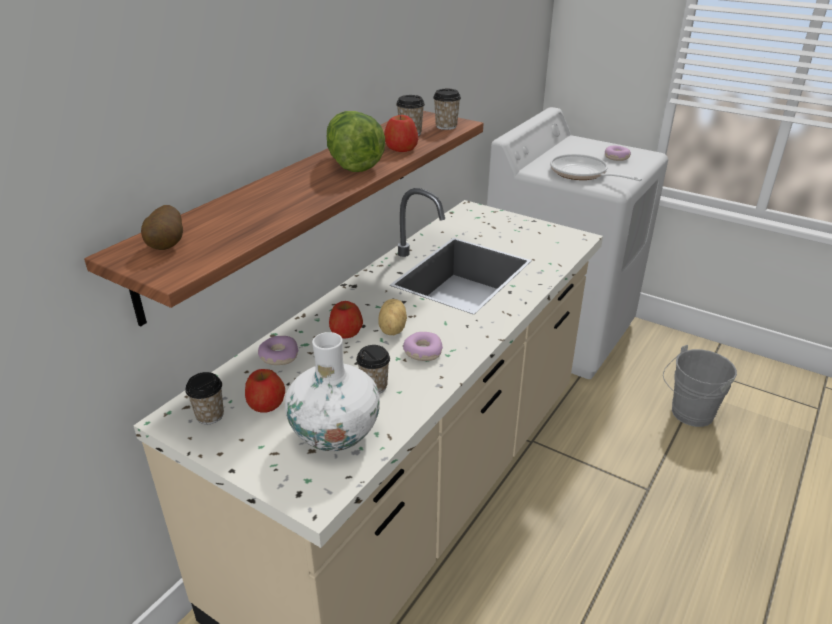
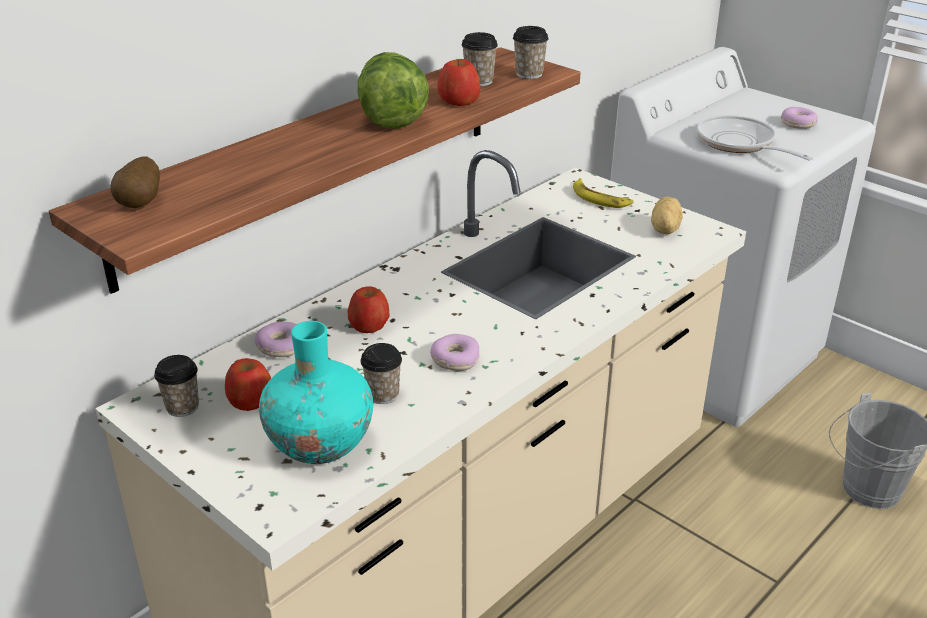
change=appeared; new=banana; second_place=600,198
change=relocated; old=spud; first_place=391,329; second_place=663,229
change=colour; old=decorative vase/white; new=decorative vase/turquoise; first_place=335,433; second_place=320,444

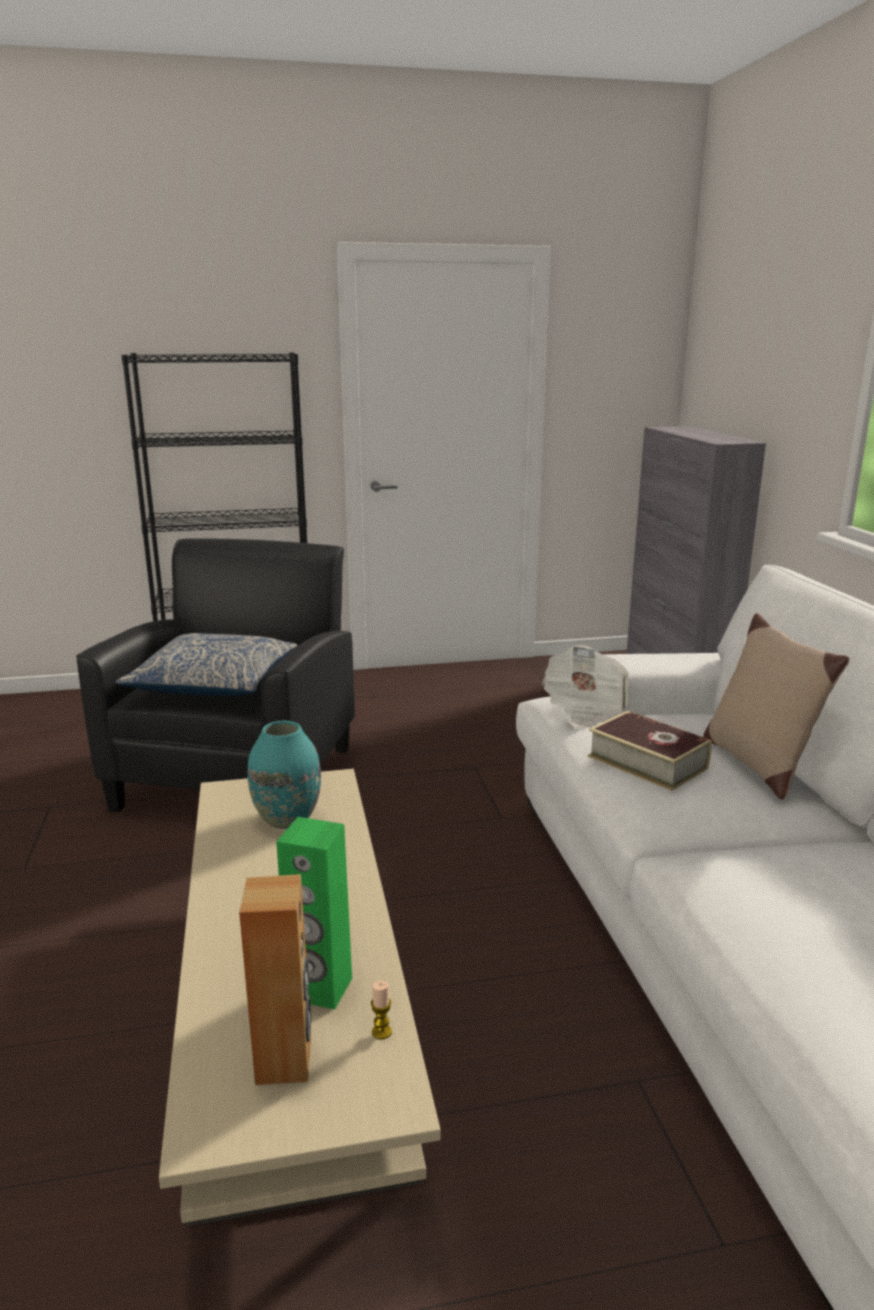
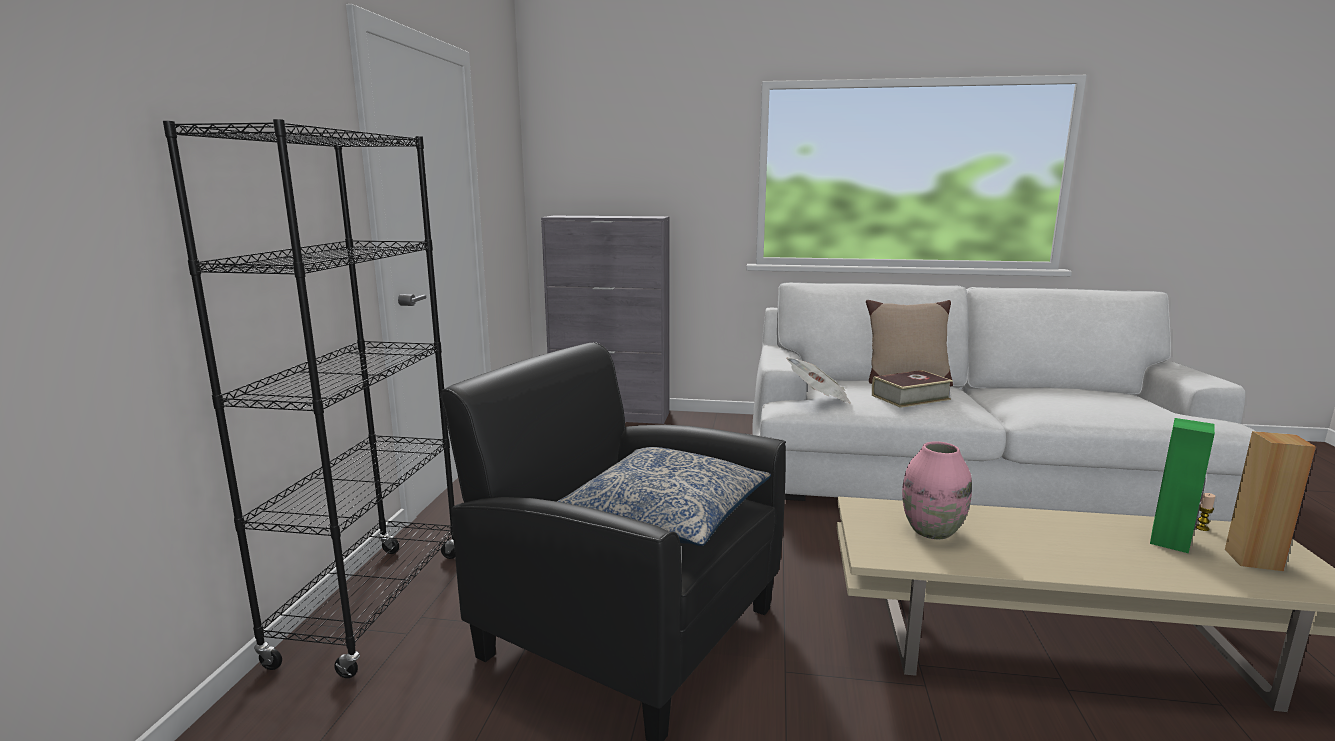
change=colour; old=decorative vase/turquoise; new=decorative vase/pinkish; first_place=286,818; second_place=932,531

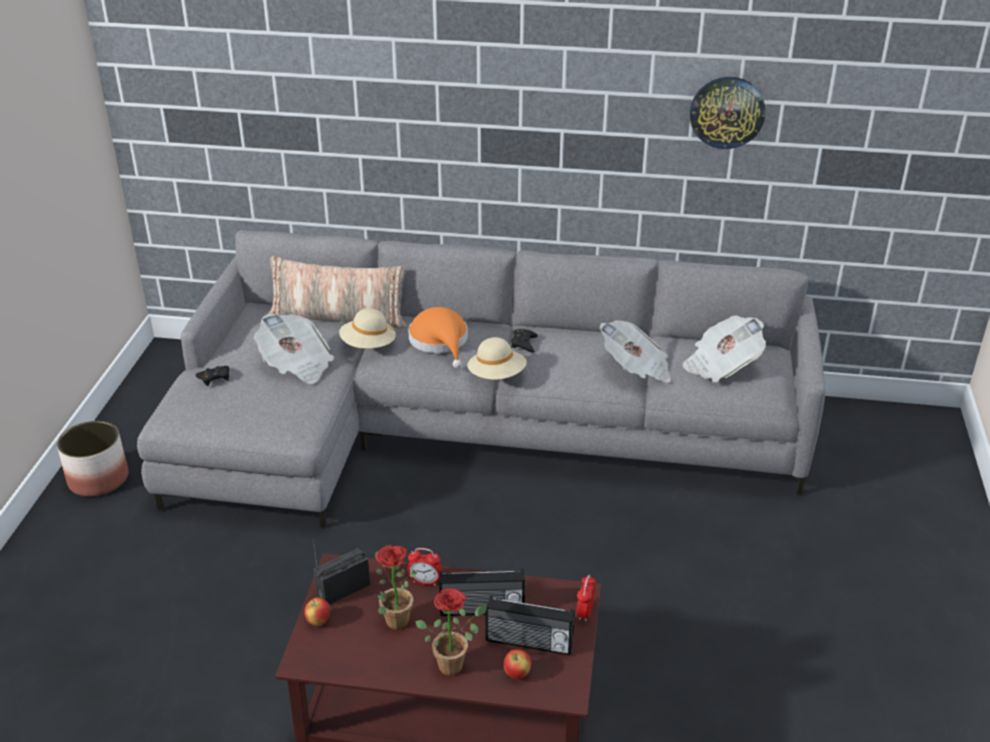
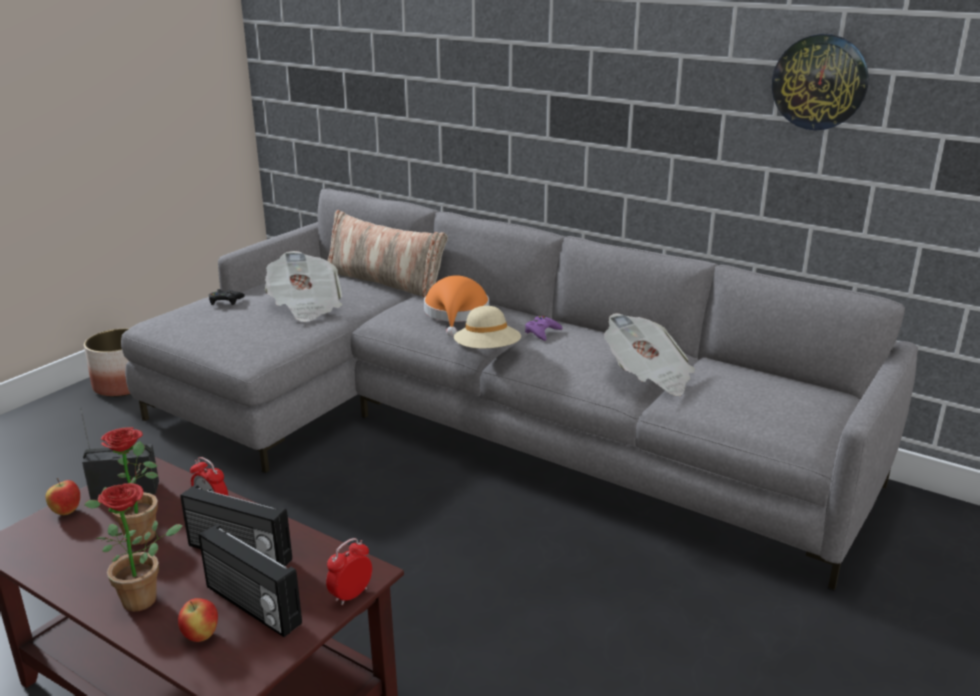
change=missing; old=hat/beige-coloured; first_place=368,345
change=missing; old=daily paper; first_place=721,365
change=colour; old=gamepad/black; new=gamepad/purplish; first_place=524,343; second_place=542,332

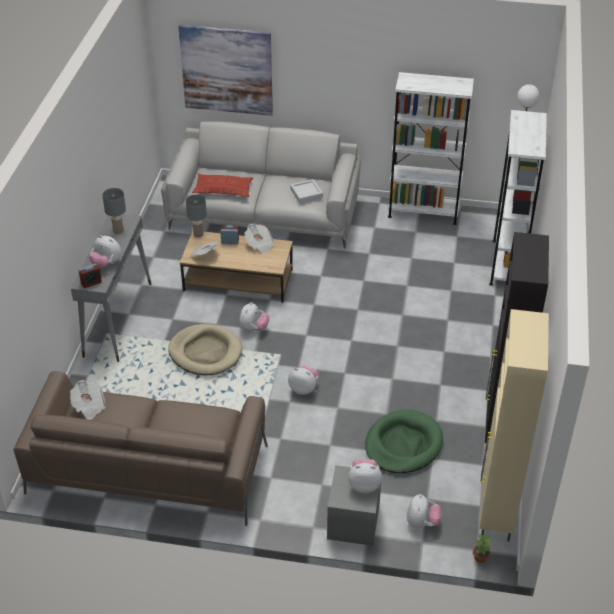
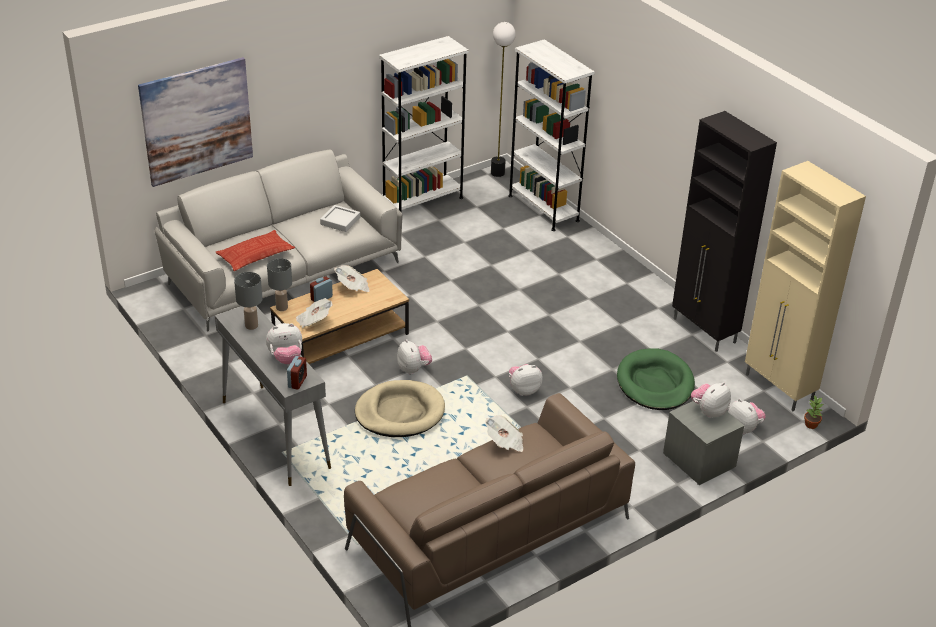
change=relocated; old=daily paper; first_place=89,406; second_place=505,442

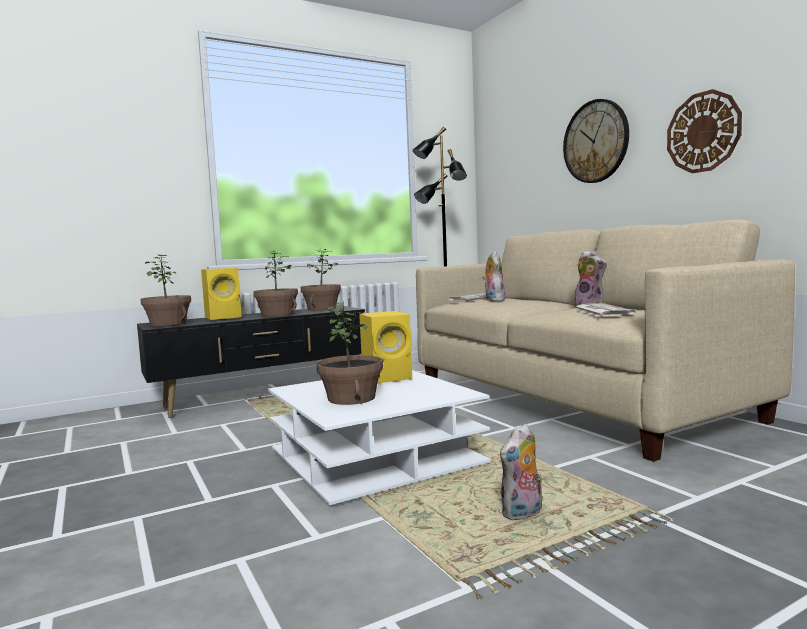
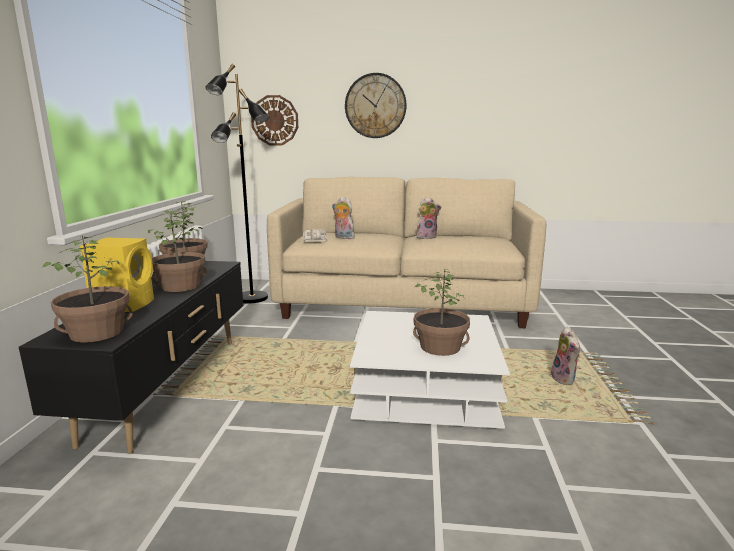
change=missing; old=audio speaker/yellowish; first_place=388,377
change=missing; old=daily paper; first_place=601,311
change=relocated; old=clock on the wall; first_place=703,132; second_place=274,120

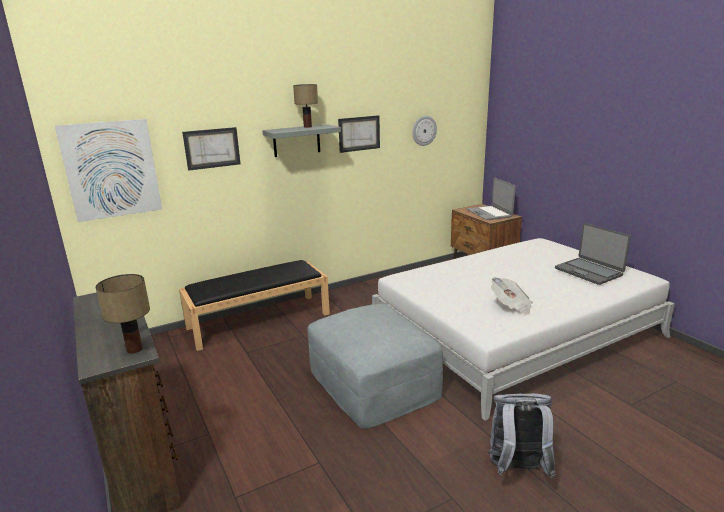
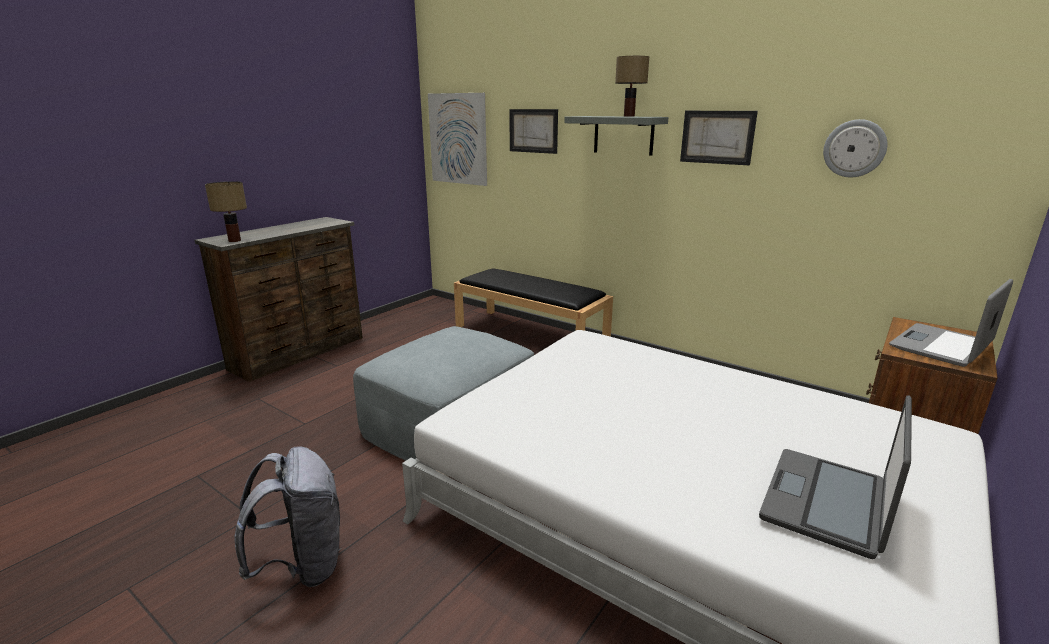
change=missing; old=daily paper; first_place=511,306

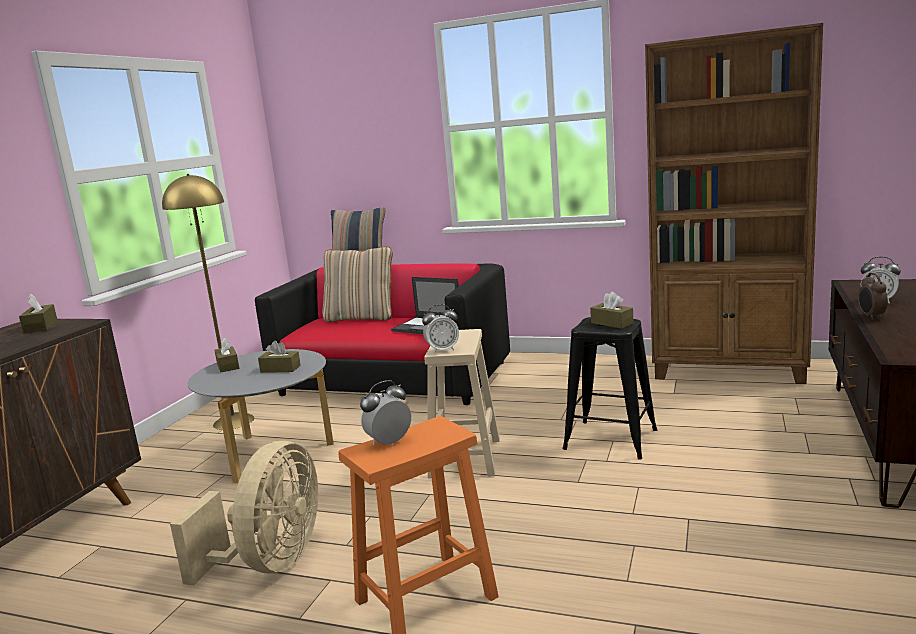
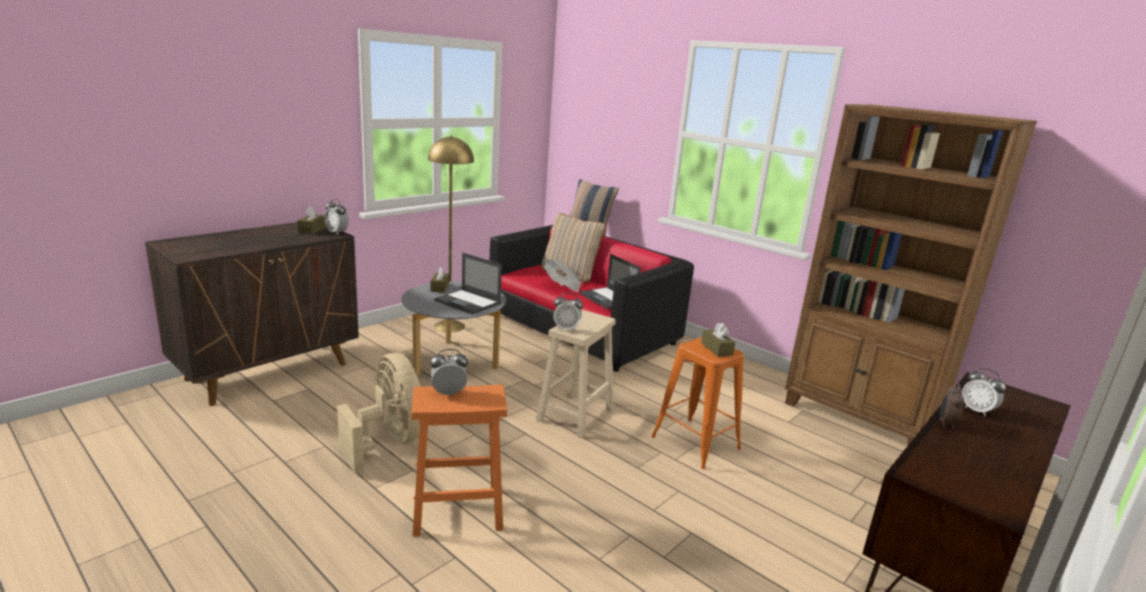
change=appeared; new=bedside clock; second_place=337,232
change=appeared; new=daily paper; second_place=562,286
change=exchanged; old=tissue holder/brown-coloured; new=notebook computer; first_place=280,369; second_place=468,302
change=colour; old=sitting stool/black; new=sitting stool/orange-coloured; first_place=610,439; second_place=695,442
change=spun; old=electric fan/beige-coloured; first_place=271,563; second_place=389,442; degrees=-75

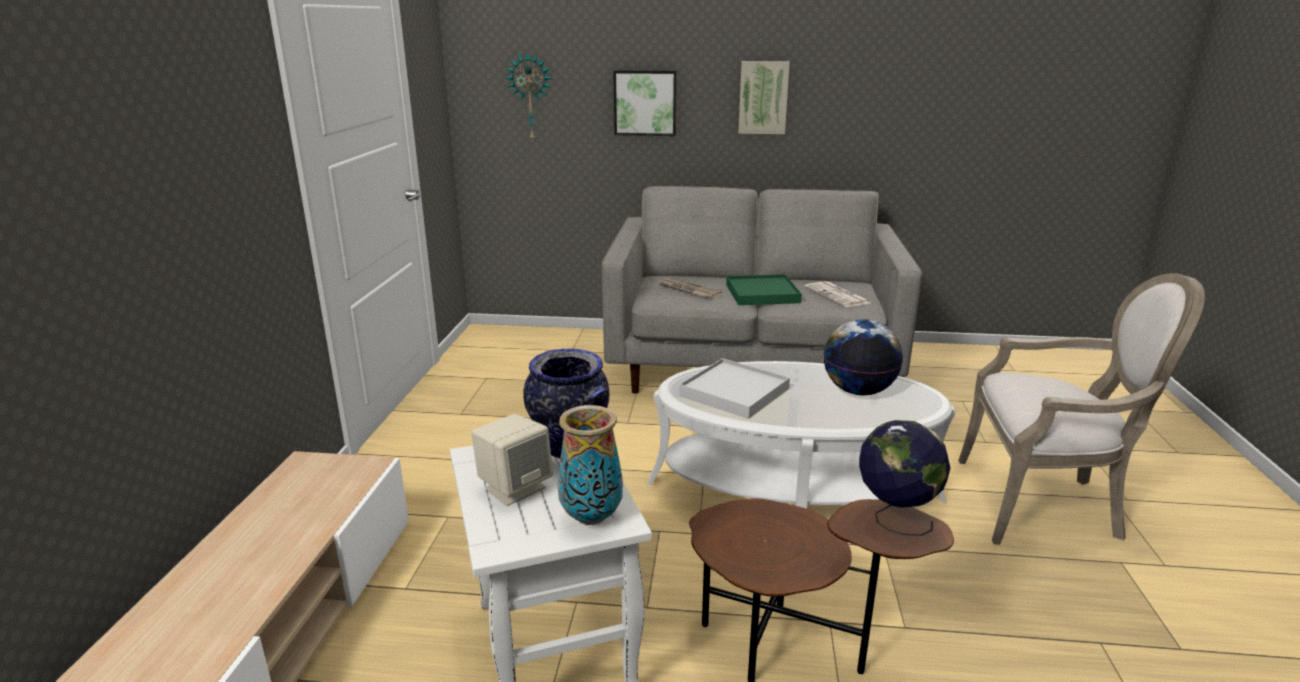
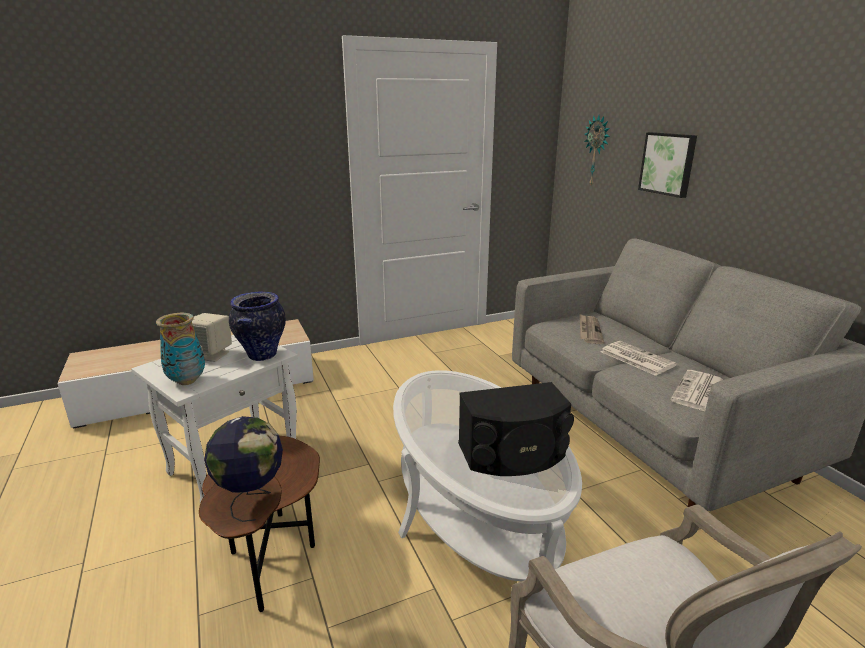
change=missing; old=serving tray/white; first_place=734,392
change=missing; old=wall art; first_place=763,97
change=exchanged; old=serving tray/green-coloured; new=daily paper; first_place=762,294; second_place=635,358
change=exchanged; old=globe; new=audio speaker/black; first_place=858,391; second_place=513,454

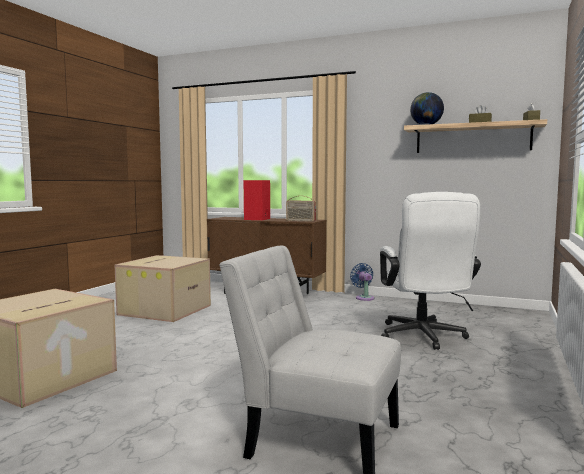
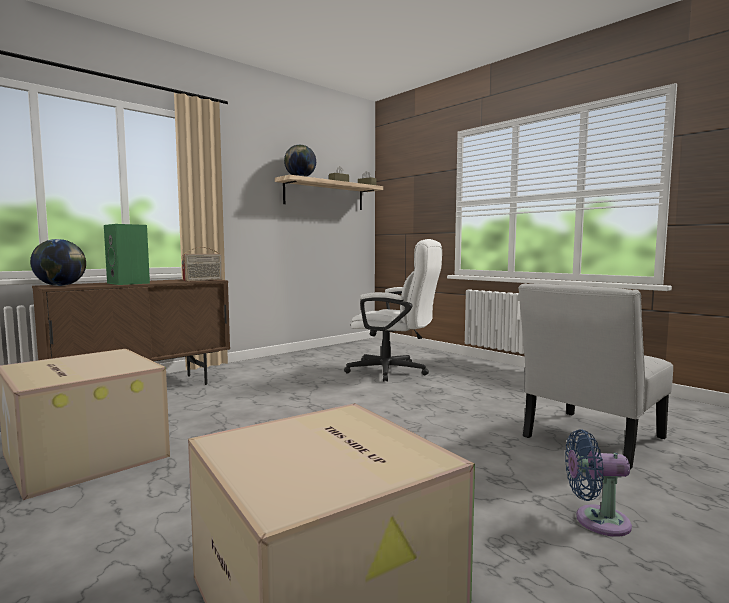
change=appeared; new=globe; second_place=61,285
change=relocated; old=electric fan/blue; first_place=364,297; second_place=596,521
change=colour; old=audio speaker/red-coloured; new=audio speaker/green-coloured; first_place=257,219; second_place=129,283

